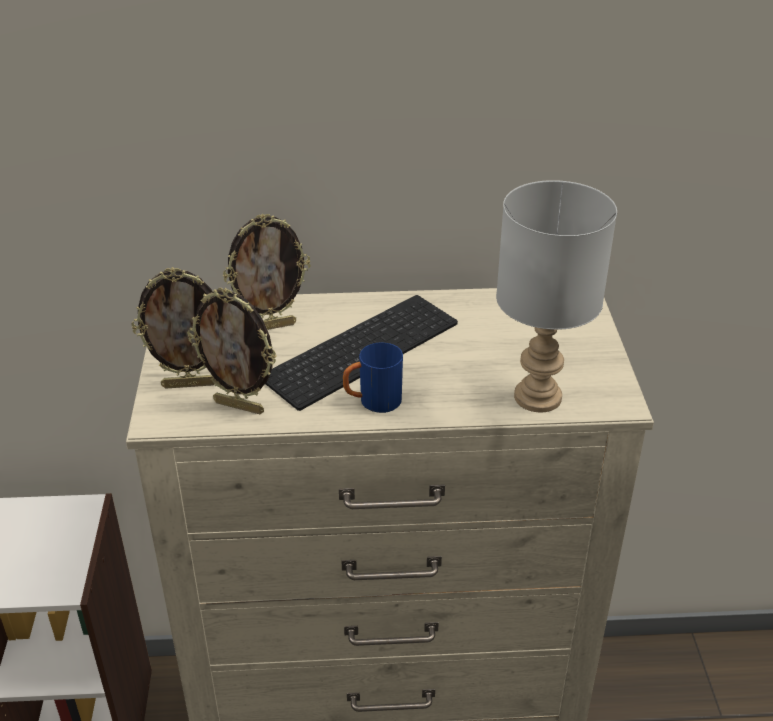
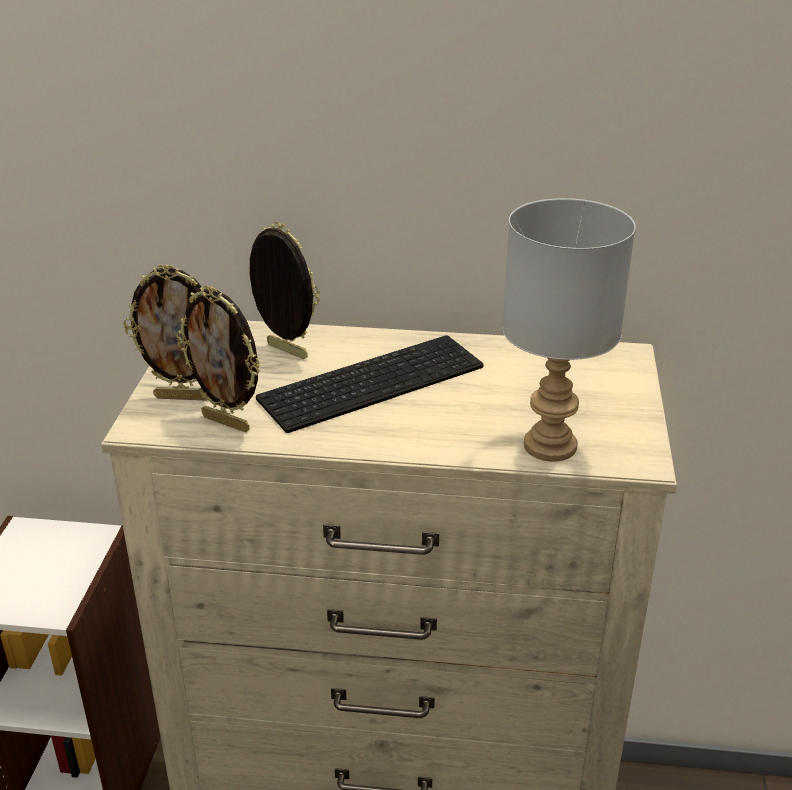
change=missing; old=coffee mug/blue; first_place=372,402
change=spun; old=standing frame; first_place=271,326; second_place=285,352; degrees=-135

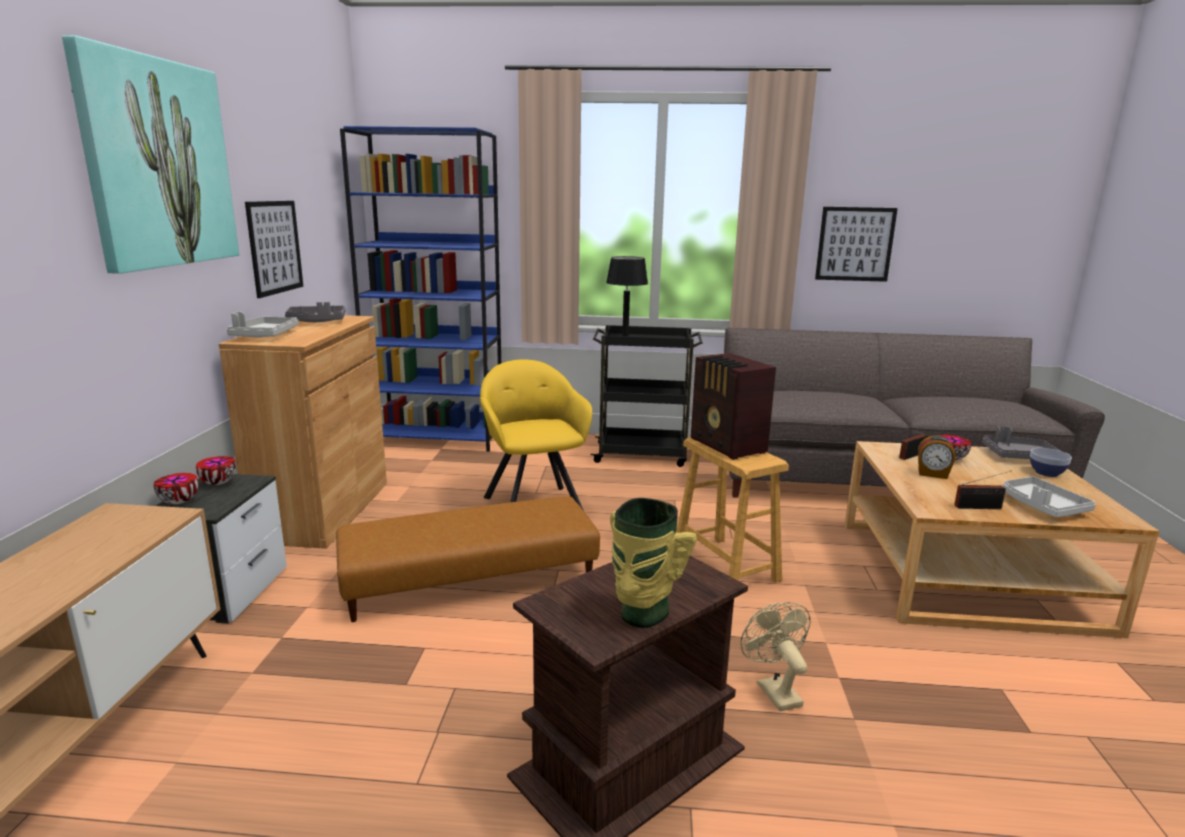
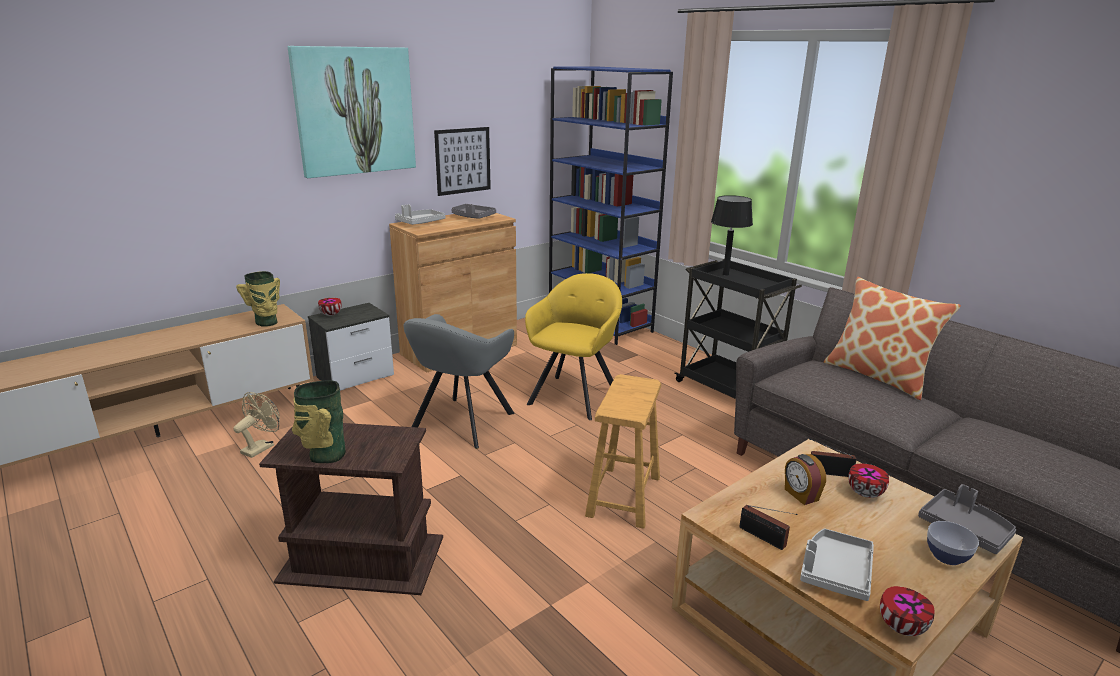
change=missing; old=radio set; first_place=727,446
change=missing; old=wall art; first_place=855,244
change=appeared; new=decorative vase; second_place=267,323
change=appeared; new=pillow; second_place=878,376
change=relocated; old=deep dish; first_place=218,483; second_place=900,626
change=relocated; old=electric fan/beige-coloured; first_place=774,690; second_place=261,447
change=exchanged; old=footrest/brown-coloured; new=lounge chair/grey; first_place=470,579; second_place=460,423

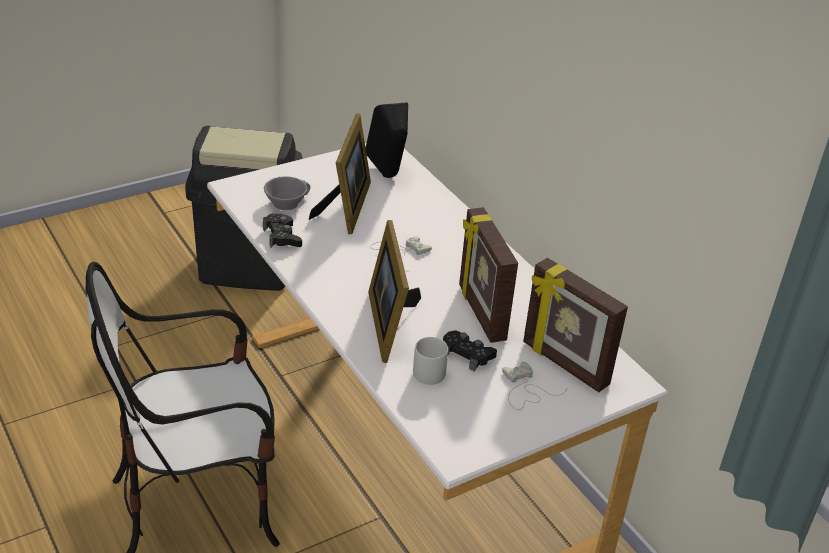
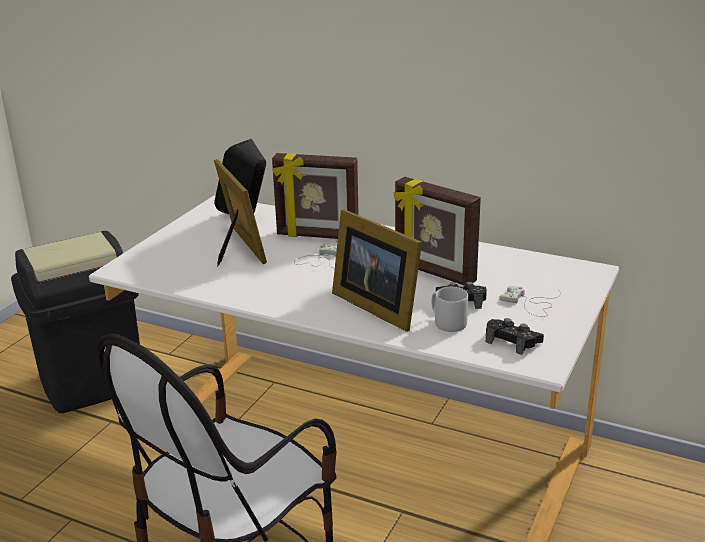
change=missing; old=drinking cup/grey; first_place=286,202
change=relocated; old=gamepad/black; first_place=282,237; second_place=512,341
change=relocated; old=standing frame; first_place=564,364; second_place=317,236

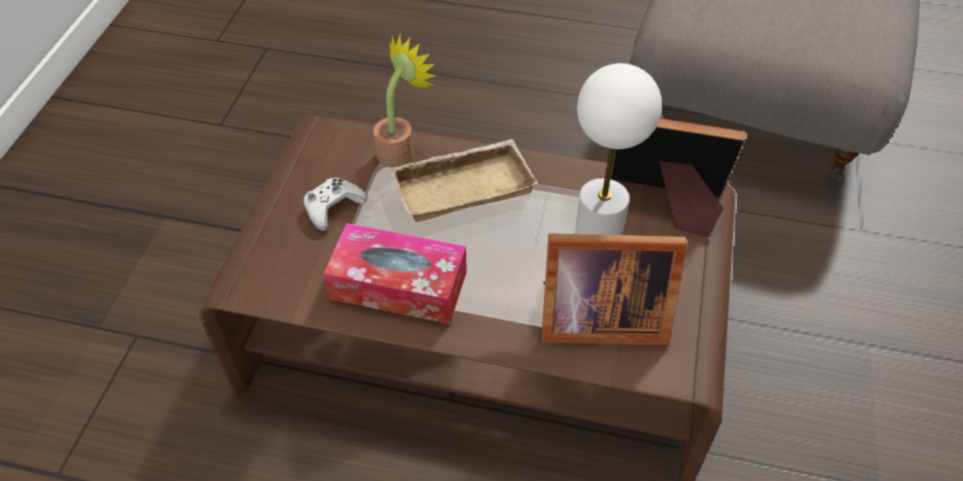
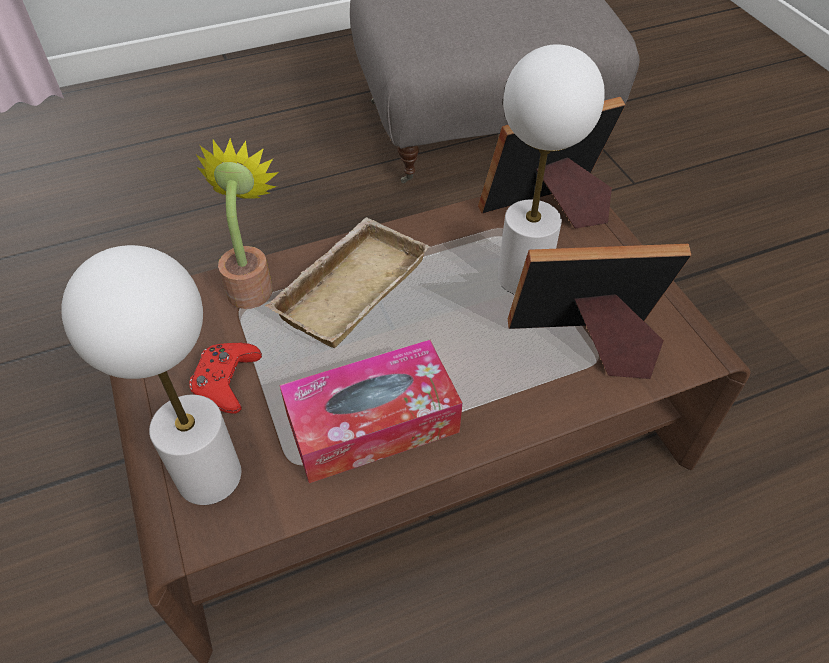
change=appeared; new=lamp for a table/white; second_place=208,476
change=colour; old=gamepad/white; new=gamepad/red-coloured; first_place=333,207; second_place=226,381
change=spun; old=standing frame; first_place=597,318; second_place=586,344; degrees=-150

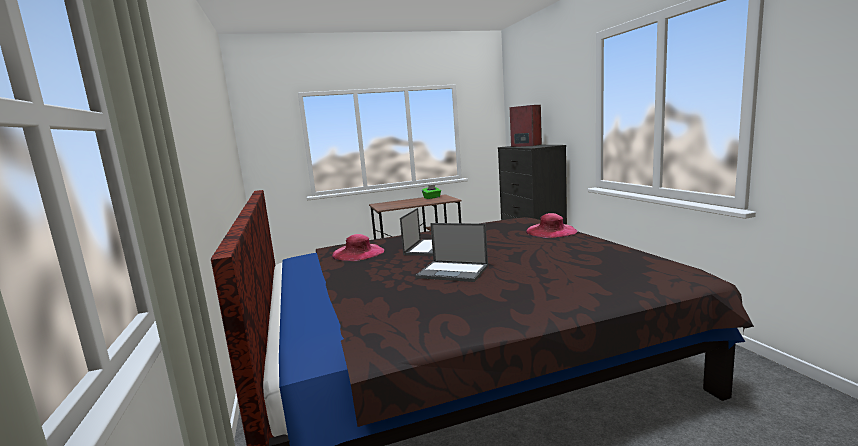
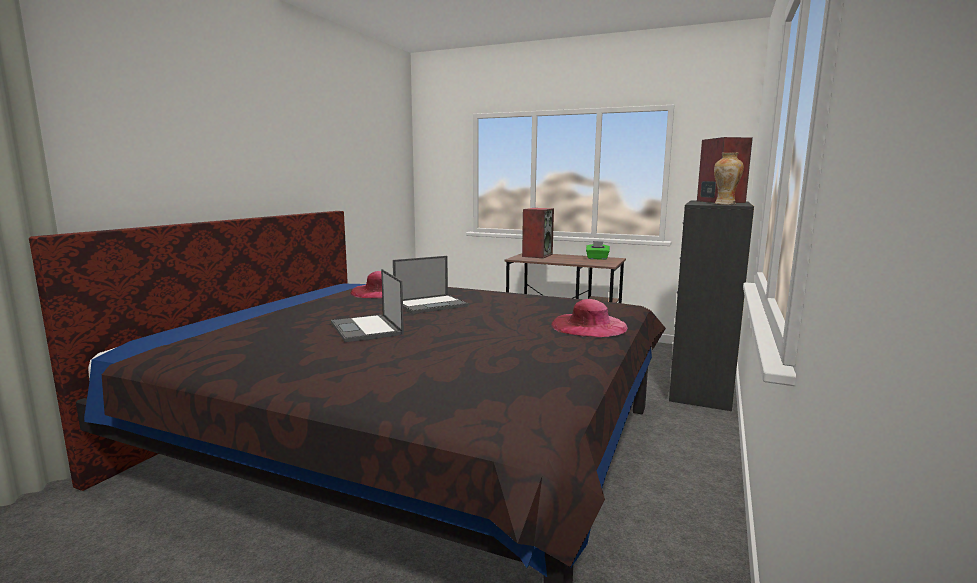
change=appeared; new=audio speaker; second_place=537,255
change=appeared; new=decorative vase; second_place=725,204

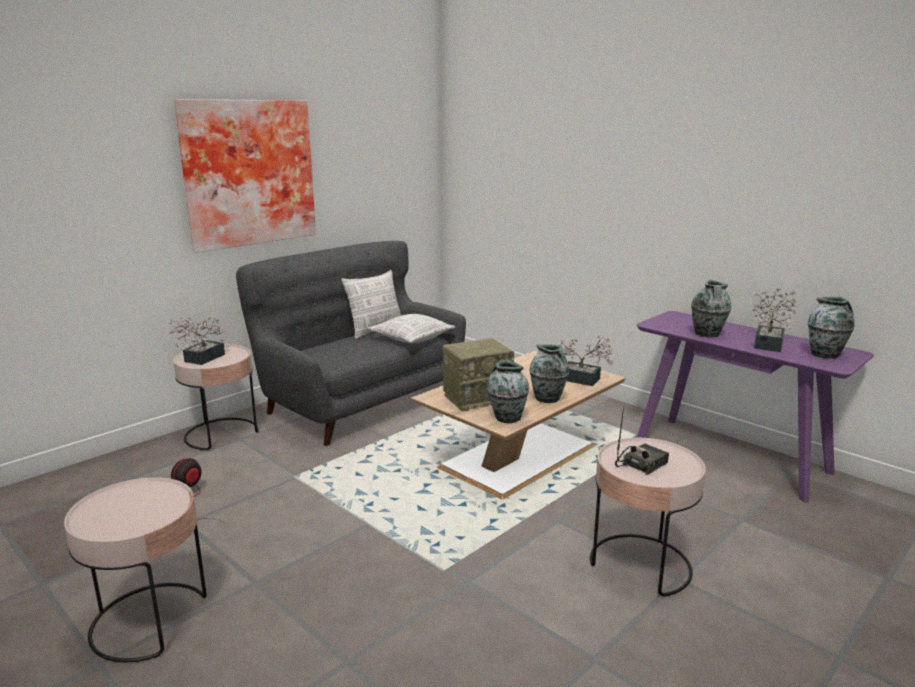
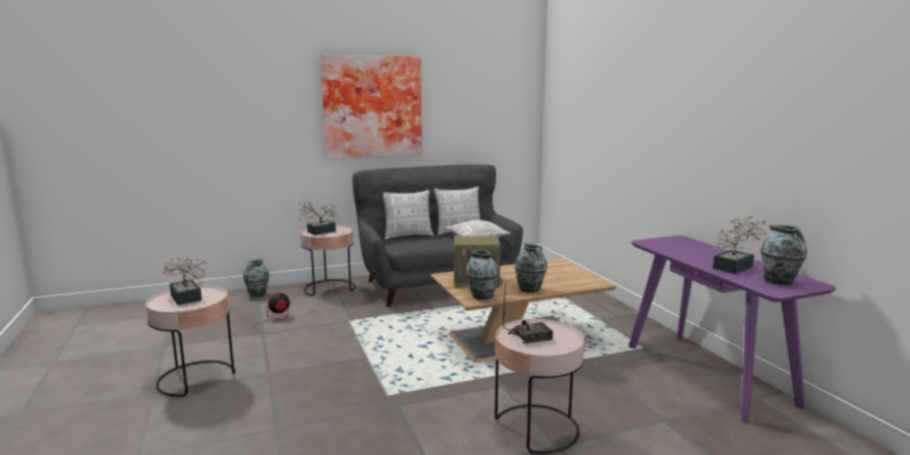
change=appeared; new=pillow; second_place=408,236
change=relocated; old=potted plant; first_place=584,380; second_place=186,299
change=relocated; old=decorative vase; first_place=707,334; second_place=257,294

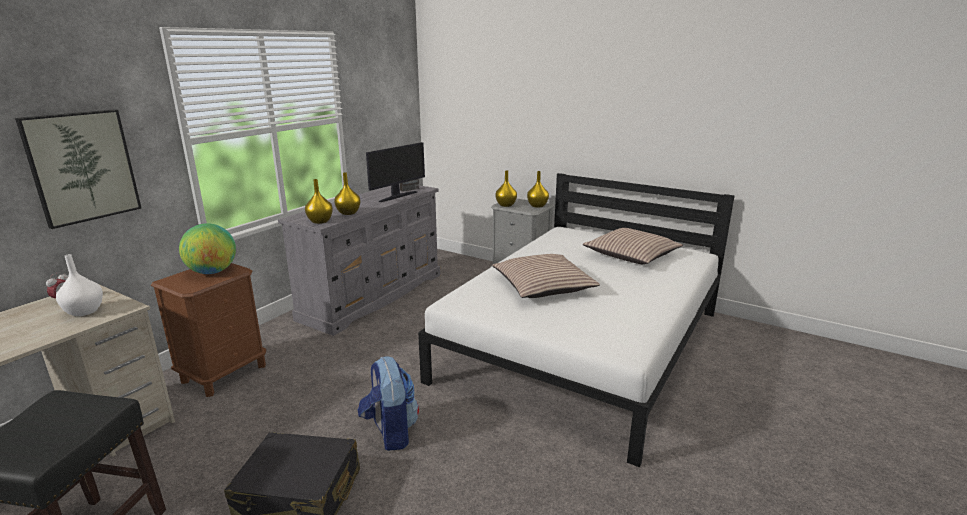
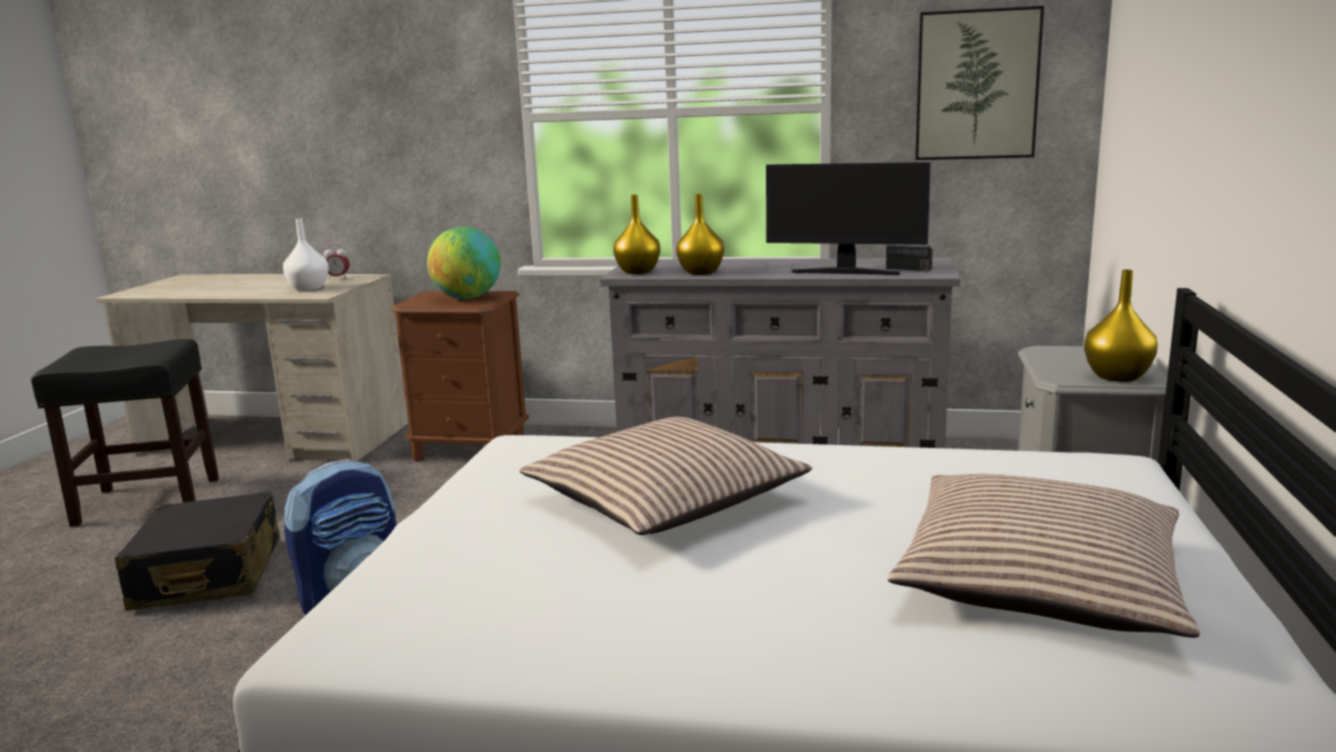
change=missing; old=decorative vase/yellowish; first_place=505,205
change=relocated; old=wall art; first_place=82,167; second_place=976,85

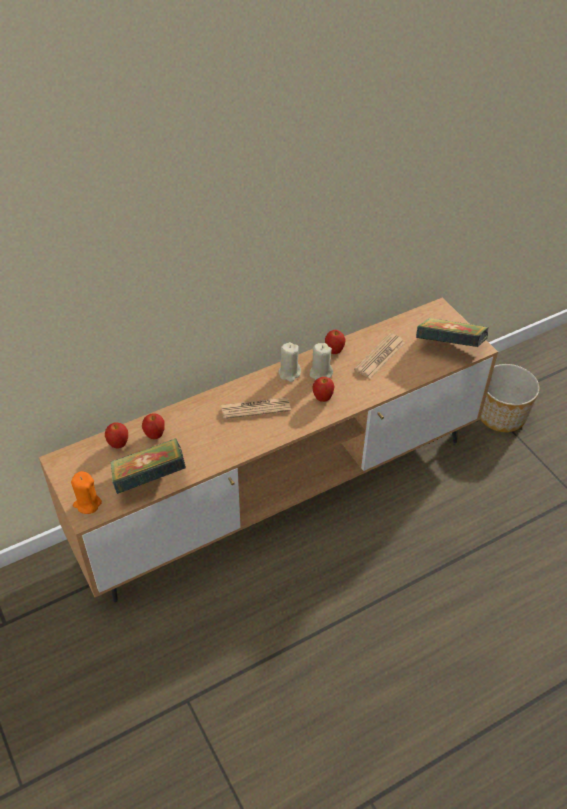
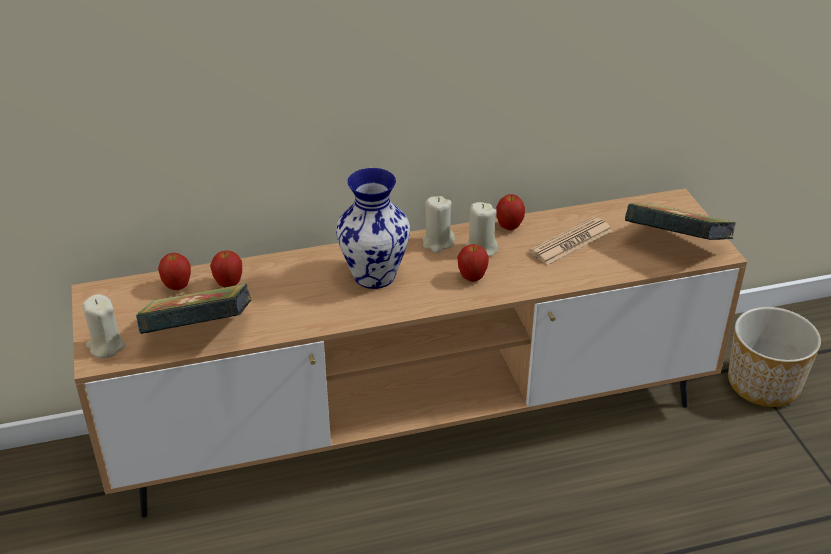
change=exchanged; old=daily paper; new=decorative vase; first_place=255,408; second_place=375,275
change=colour; old=wax candle/orange-coloured; new=wax candle/beige-coloured; first_place=87,503; second_place=106,346

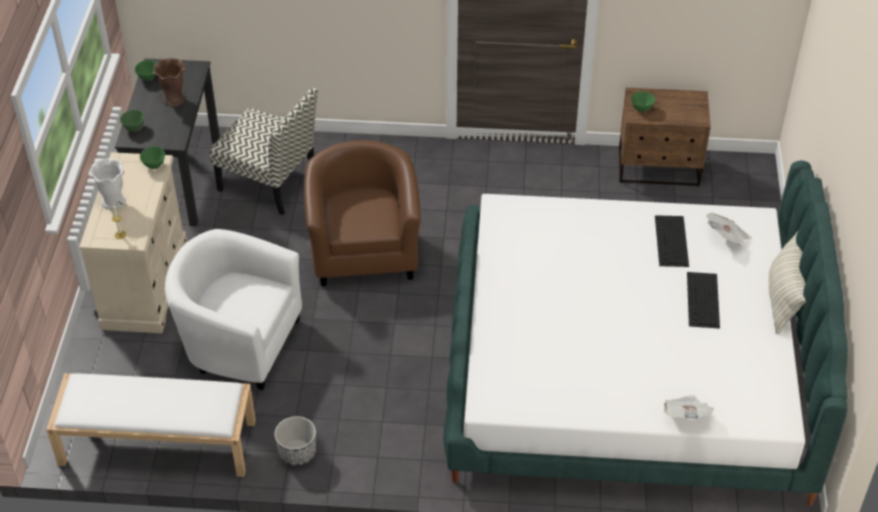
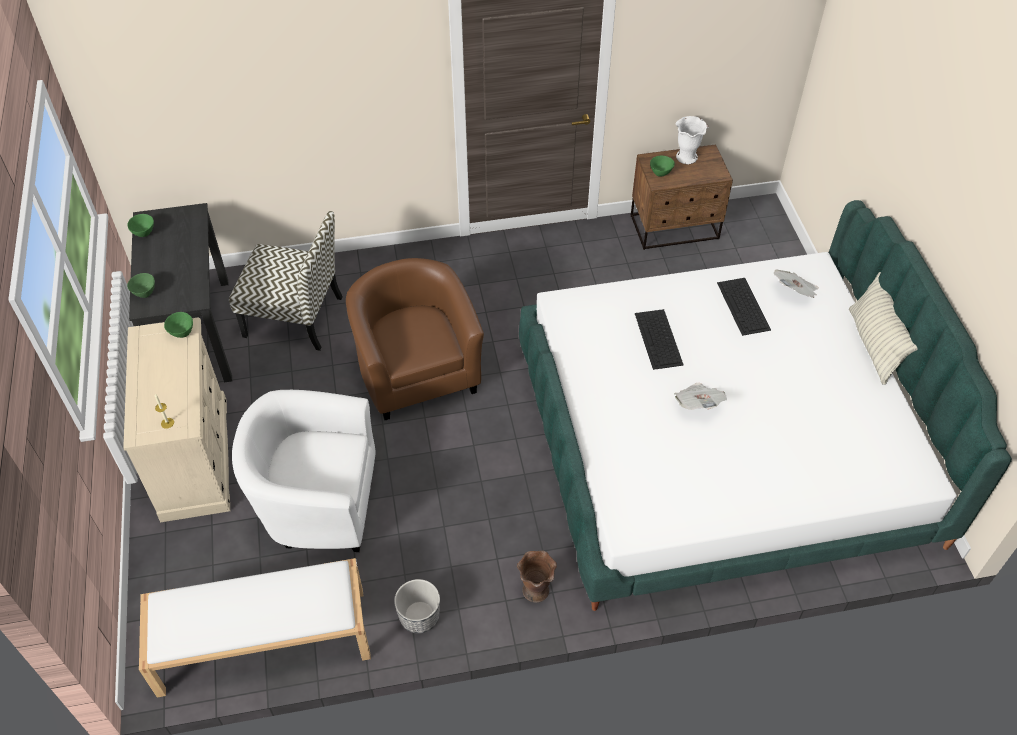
change=relocated; old=decorative vase/white; first_place=114,201; second_place=687,157
change=relocated; old=decorative vase/brown-coloured; first_place=174,99; second_place=536,591
change=relocated; old=daily paper; first_place=686,416; second_place=698,404
change=relocated; old=keyboard; first_place=703,300; second_place=659,339

